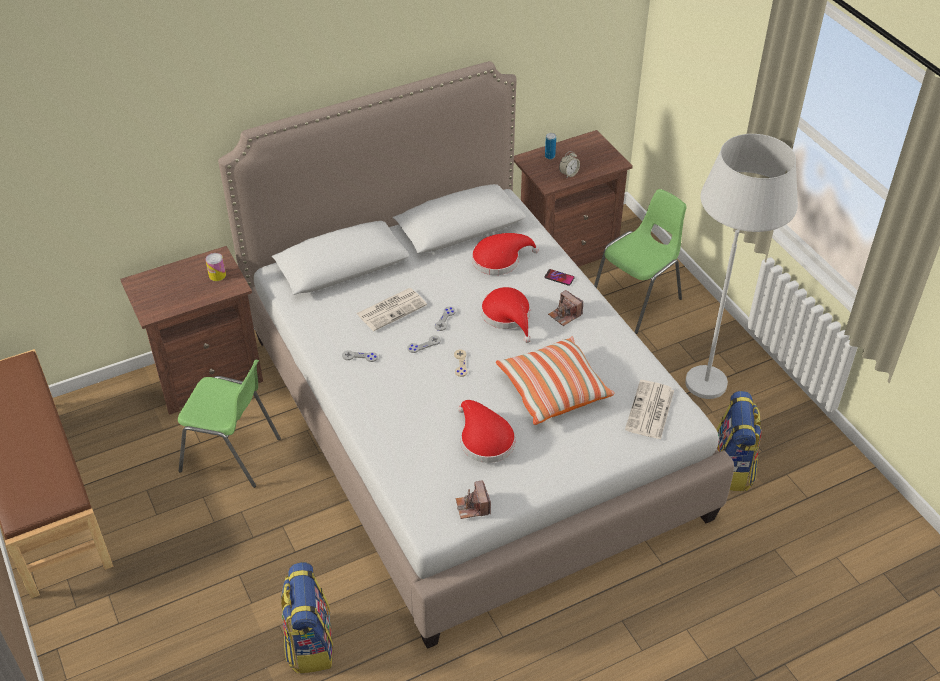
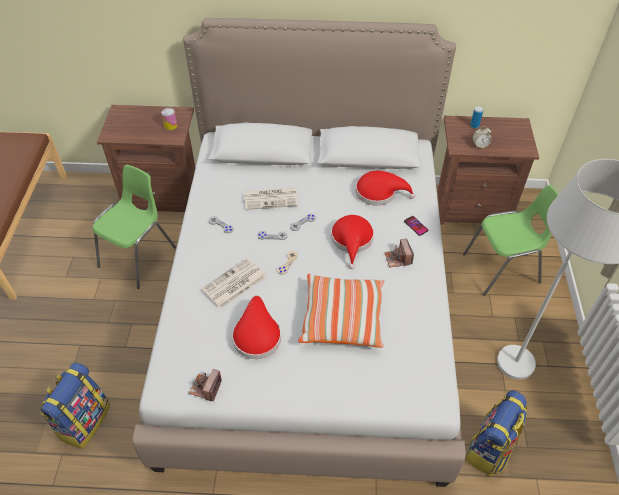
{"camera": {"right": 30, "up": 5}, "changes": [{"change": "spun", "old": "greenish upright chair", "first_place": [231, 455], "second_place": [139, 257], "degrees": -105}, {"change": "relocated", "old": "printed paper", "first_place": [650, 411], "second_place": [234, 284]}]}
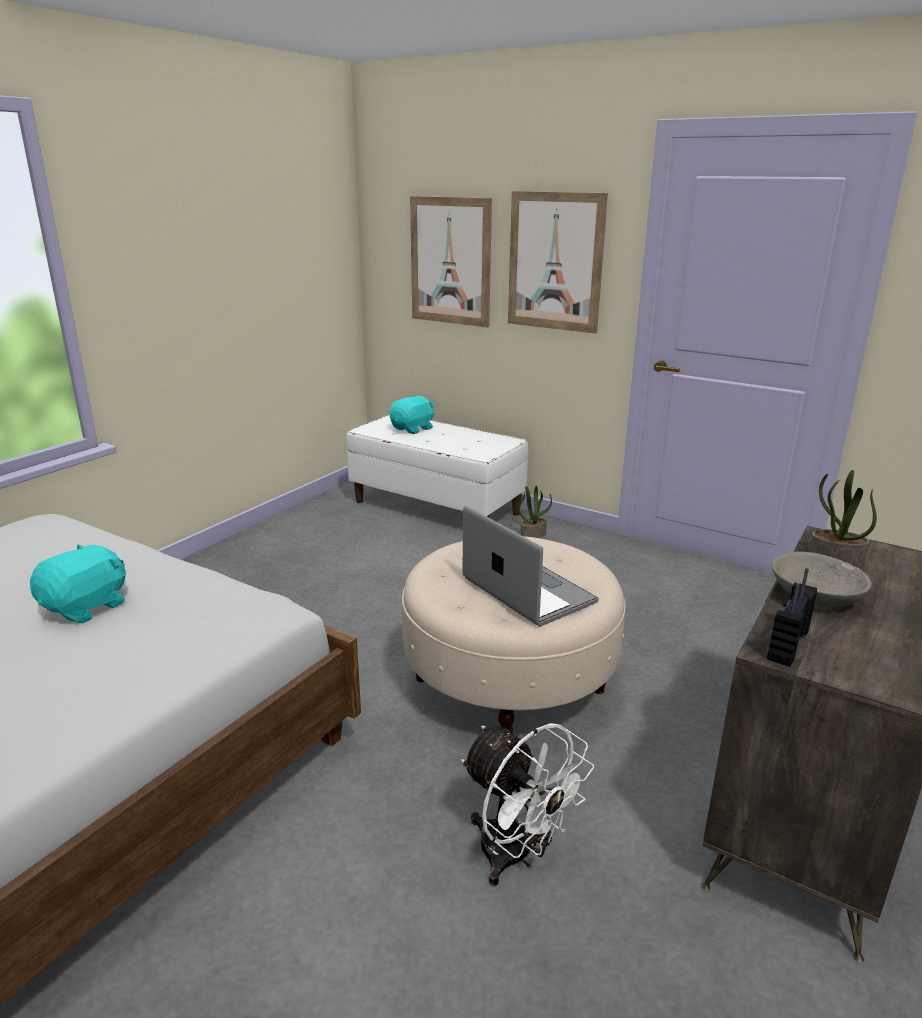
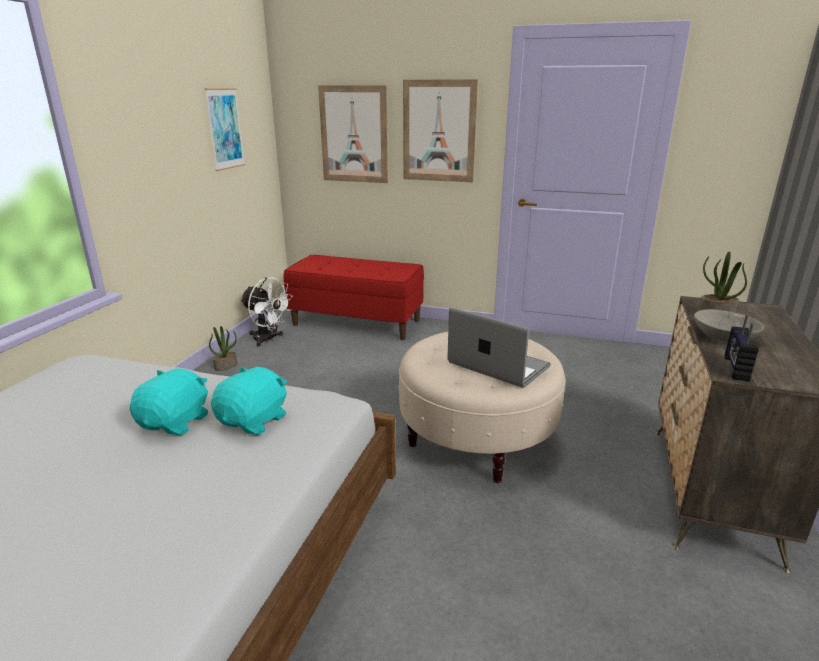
{"camera": {"right": -15, "up": 0}, "changes": [{"change": "colour", "old": "white-coloured bench", "new": "red bench", "first_place": [437, 507], "second_place": [357, 322]}, {"change": "relocated", "old": "turquoise cuddly toy", "first_place": [413, 429], "second_place": [254, 421]}, {"change": "relocated", "old": "white-coloured cooling fan", "first_place": [516, 856], "second_place": [268, 339]}, {"change": "relocated", "old": "plant in a pot", "first_place": [533, 534], "second_place": [226, 366]}, {"change": "appeared", "new": "wall picture", "second_place": [225, 129]}]}
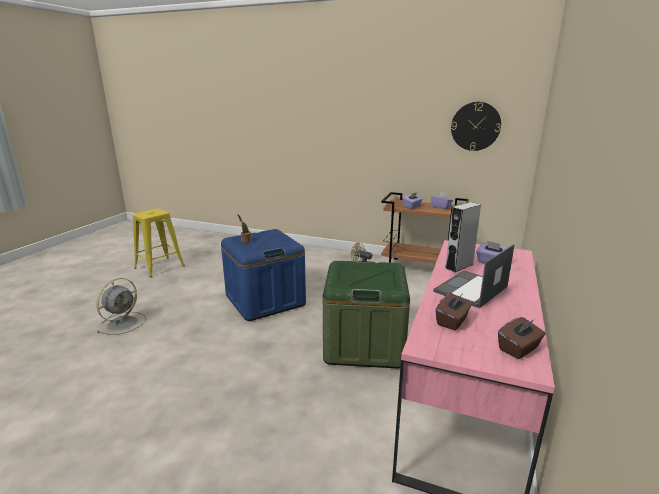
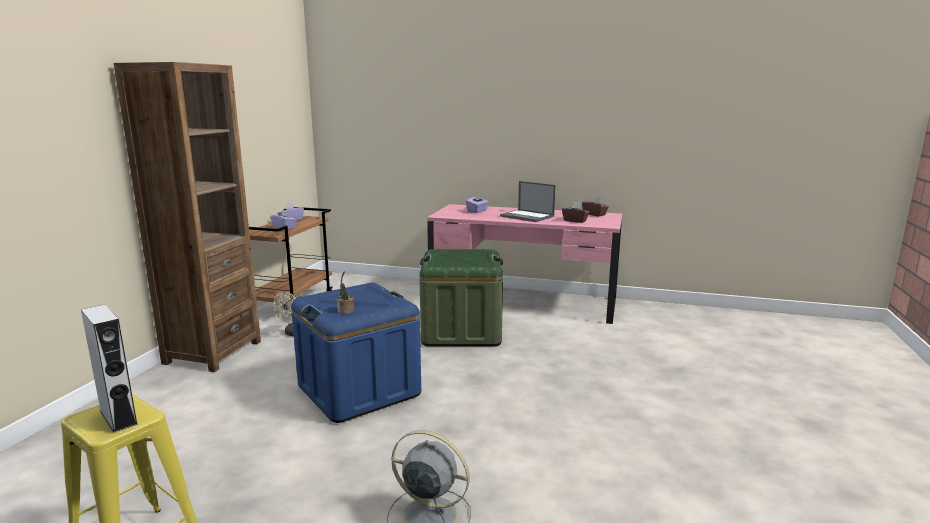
{"camera": {"right": -95, "up": -5}, "changes": [{"change": "relocated", "old": "greyish speaker", "first_place": [459, 266], "second_place": [118, 417]}, {"change": "missing", "old": "clock on the wall", "first_place": [475, 126]}, {"change": "appeared", "new": "brown shelving unit", "second_place": [213, 352]}]}
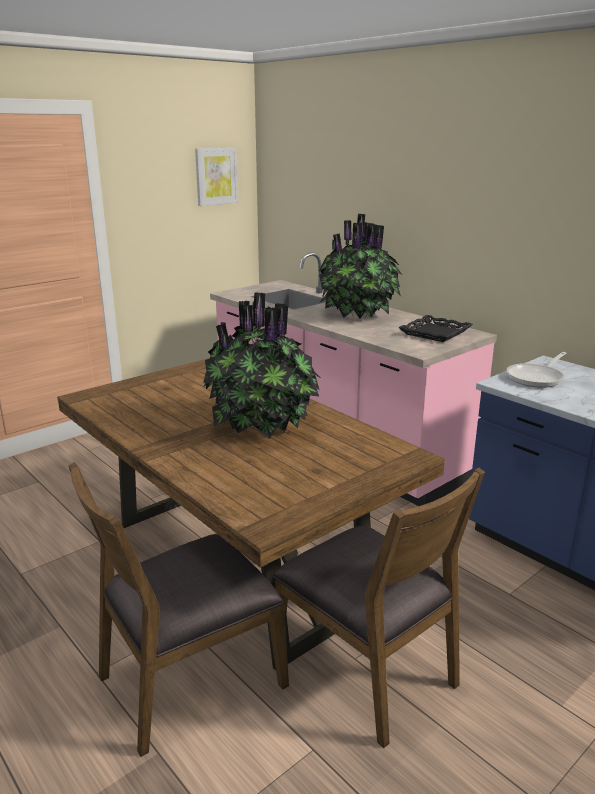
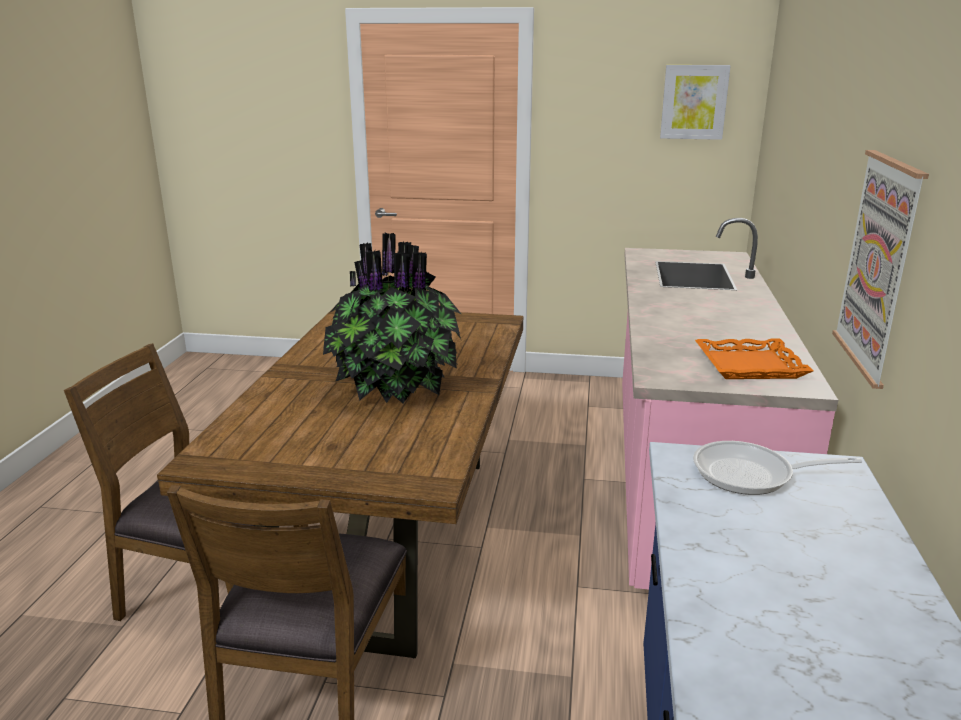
{"camera": {"right": 50, "up": 0}, "changes": [{"change": "missing", "old": "plant in a pot", "first_place": [358, 315]}, {"change": "colour", "old": "black-coloured serving tray", "new": "orange serving tray", "first_place": [435, 333], "second_place": [750, 366]}, {"change": "appeared", "new": "wall picture", "second_place": [878, 265]}]}
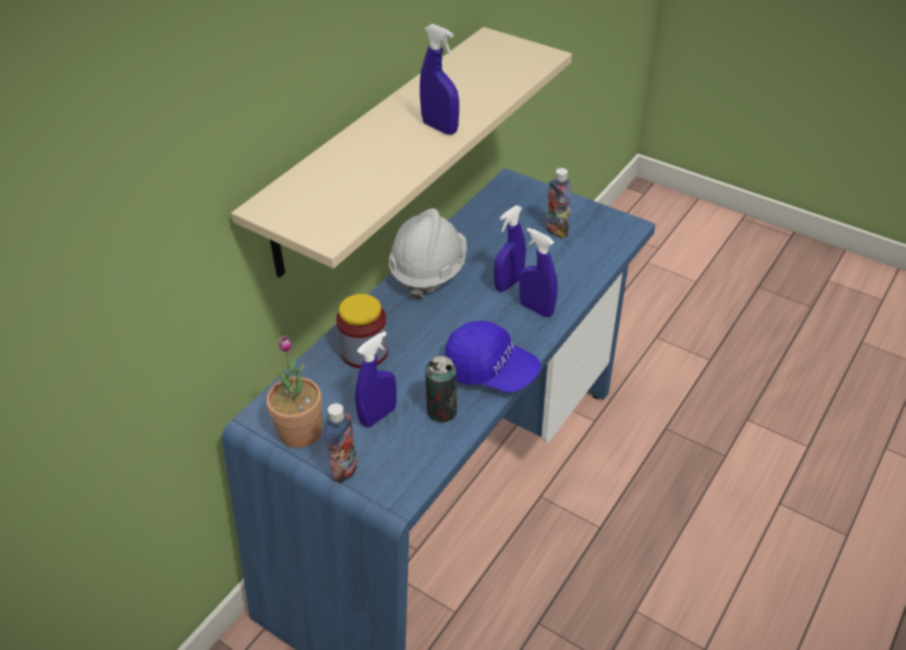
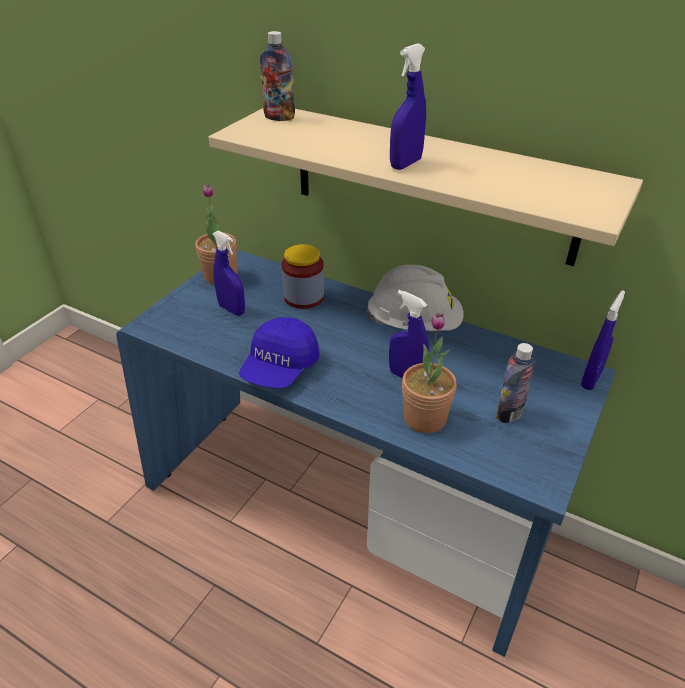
{"camera": {"right": 85, "up": -5}, "changes": [{"change": "relocated", "old": "bottle", "first_place": [344, 469], "second_place": [279, 117]}, {"change": "missing", "old": "sealed can", "first_place": [441, 411]}, {"change": "relocated", "old": "blue sprayer", "first_place": [536, 309], "second_place": [591, 380]}, {"change": "appeared", "new": "plant in a pot", "second_place": [425, 418]}]}
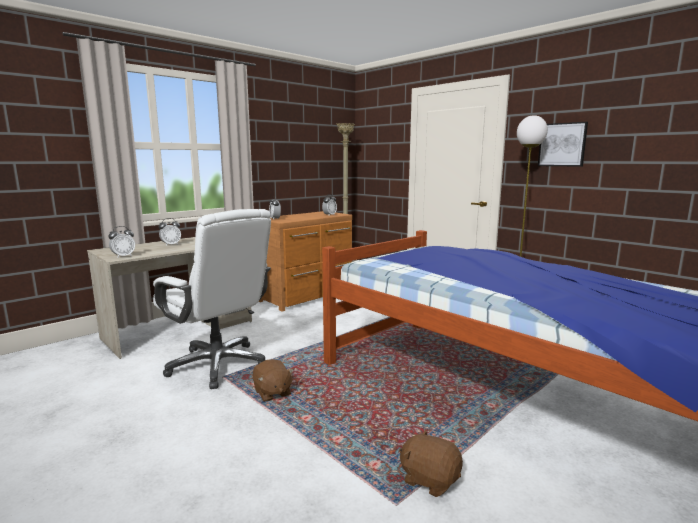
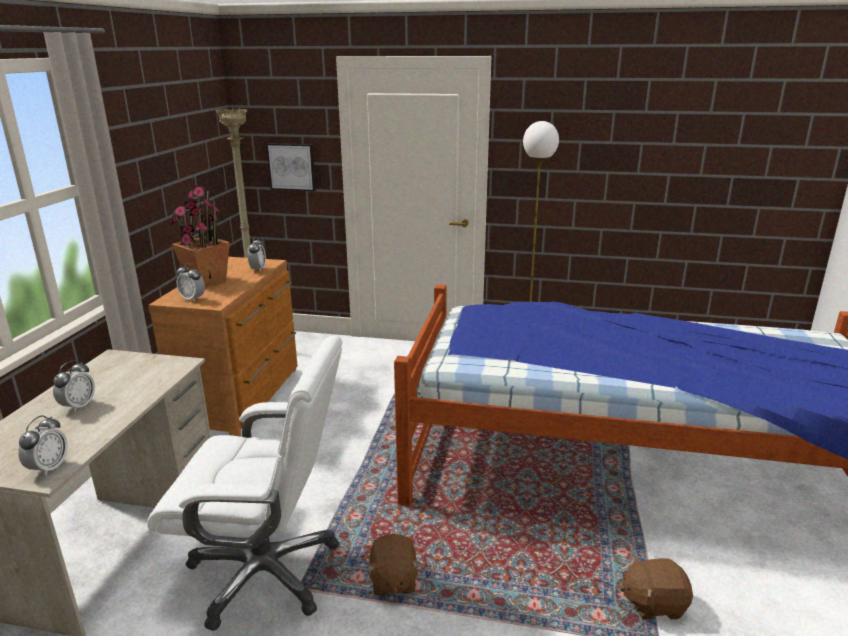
{"camera": {"right": -35, "up": 10}, "changes": [{"change": "spun", "old": "brown cuddly toy", "first_place": [272, 393], "second_place": [393, 580], "degrees": 60}, {"change": "relocated", "old": "wall picture", "first_place": [562, 144], "second_place": [292, 166]}, {"change": "appeared", "new": "plant in a pot", "second_place": [206, 282]}]}
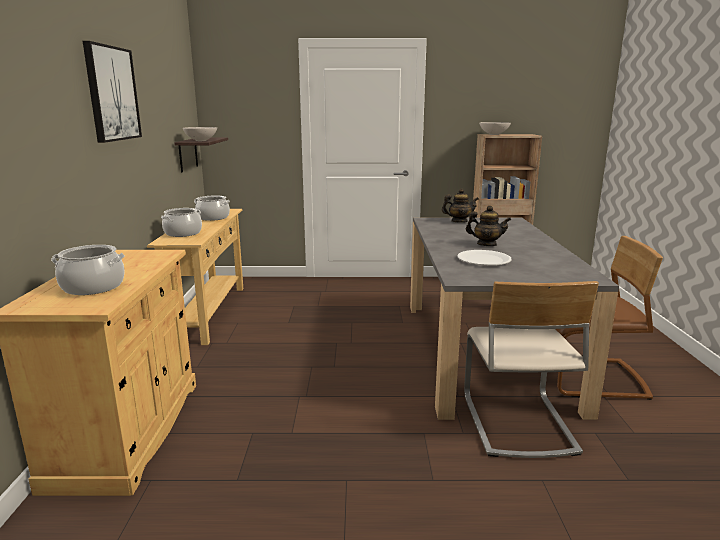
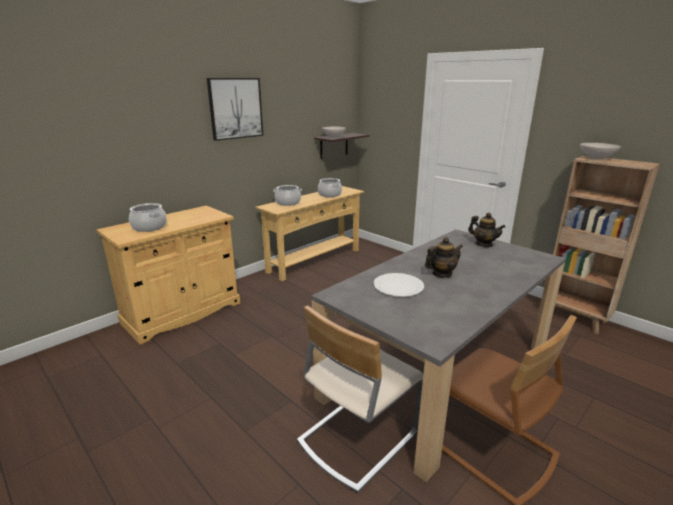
{"camera": {"right": 45, "up": 5}, "changes": [{"change": "spun", "old": "teapot", "first_place": [486, 244], "second_place": [441, 274], "degrees": -90}]}
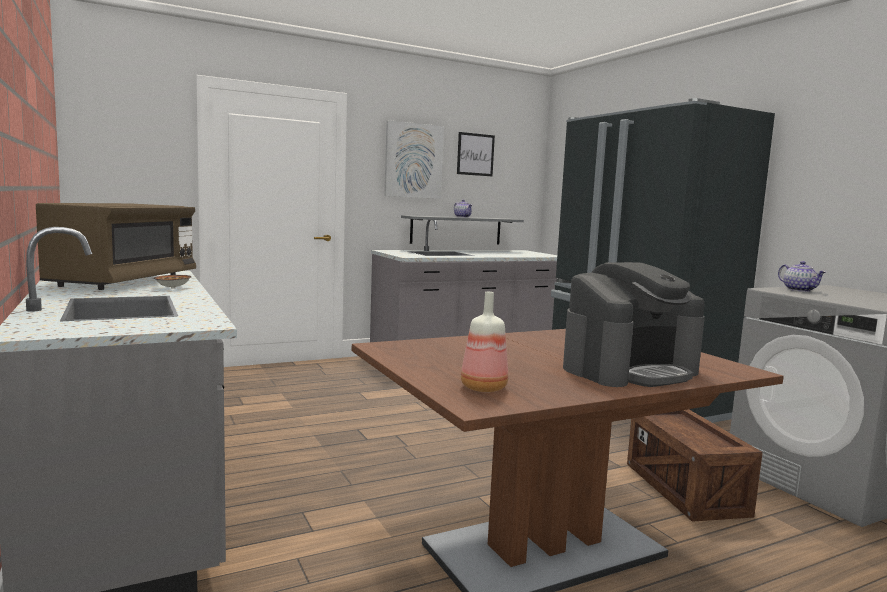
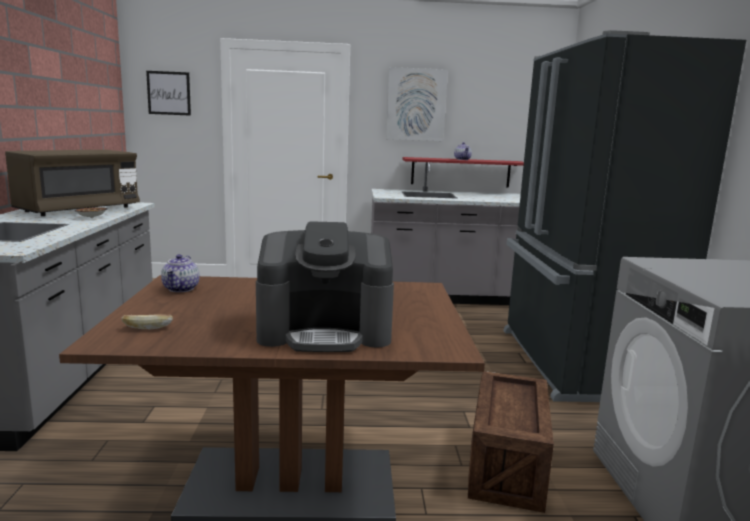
{"camera": {"right": 25, "up": 5}, "changes": [{"change": "colour", "old": "greyish wall shelf", "new": "red wall shelf", "first_place": [456, 230], "second_place": [460, 172]}, {"change": "relocated", "old": "wall picture", "first_place": [475, 154], "second_place": [169, 93]}, {"change": "exchanged", "old": "bottle", "new": "baked bread", "first_place": [483, 388], "second_place": [147, 328]}, {"change": "relocated", "old": "teapot", "first_place": [799, 290], "second_place": [181, 289]}]}
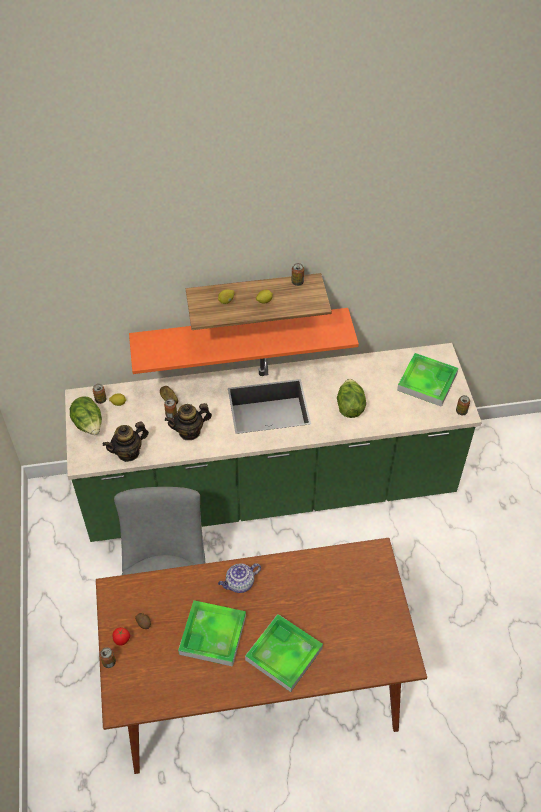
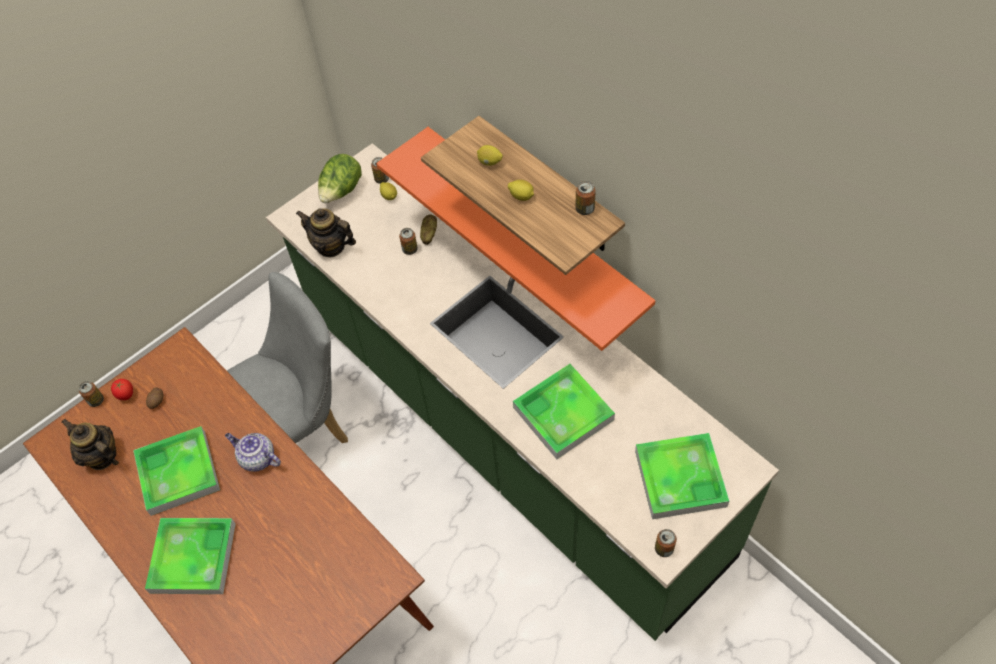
{"camera": {"right": 60, "up": 5}, "changes": [{"change": "relocated", "old": "teapot", "first_place": [190, 431], "second_place": [101, 456]}, {"change": "exchanged", "old": "lettuce", "new": "serving tray", "first_place": [349, 407], "second_place": [563, 413]}]}
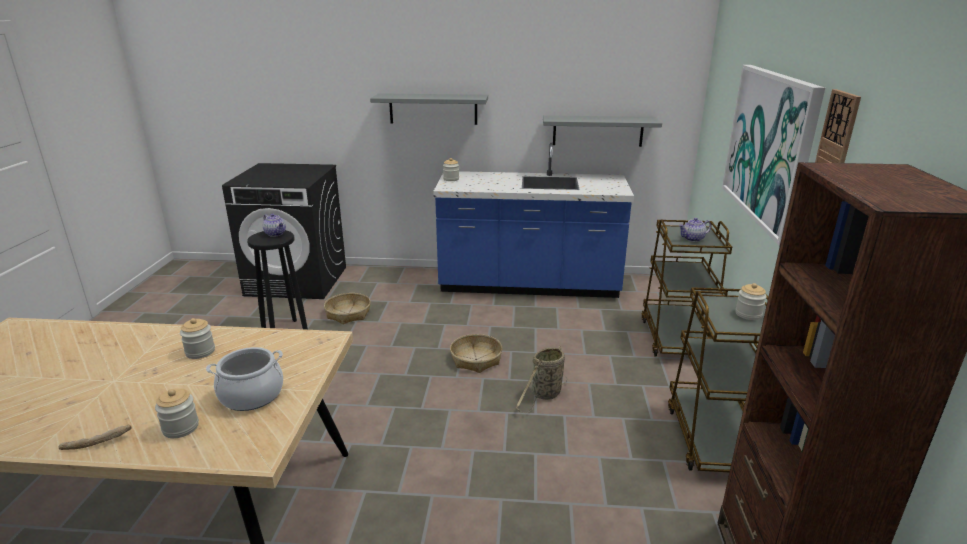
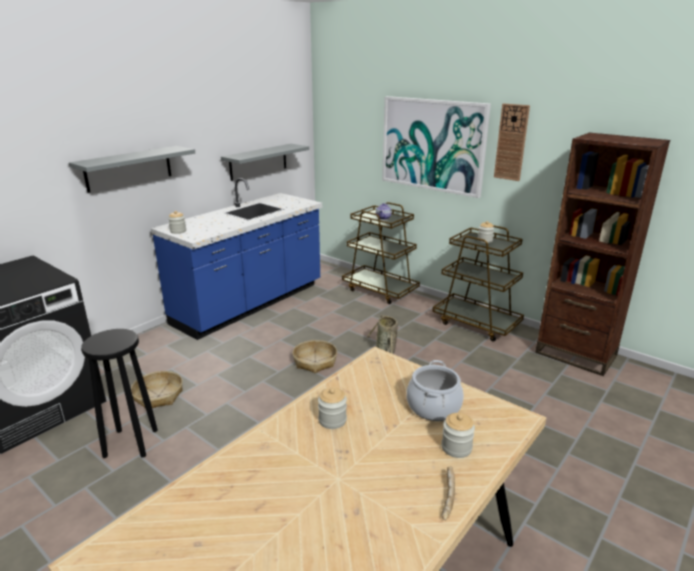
{"camera": {"right": -55, "up": 0}, "changes": [{"change": "missing", "old": "teapot", "first_place": [276, 234]}]}
